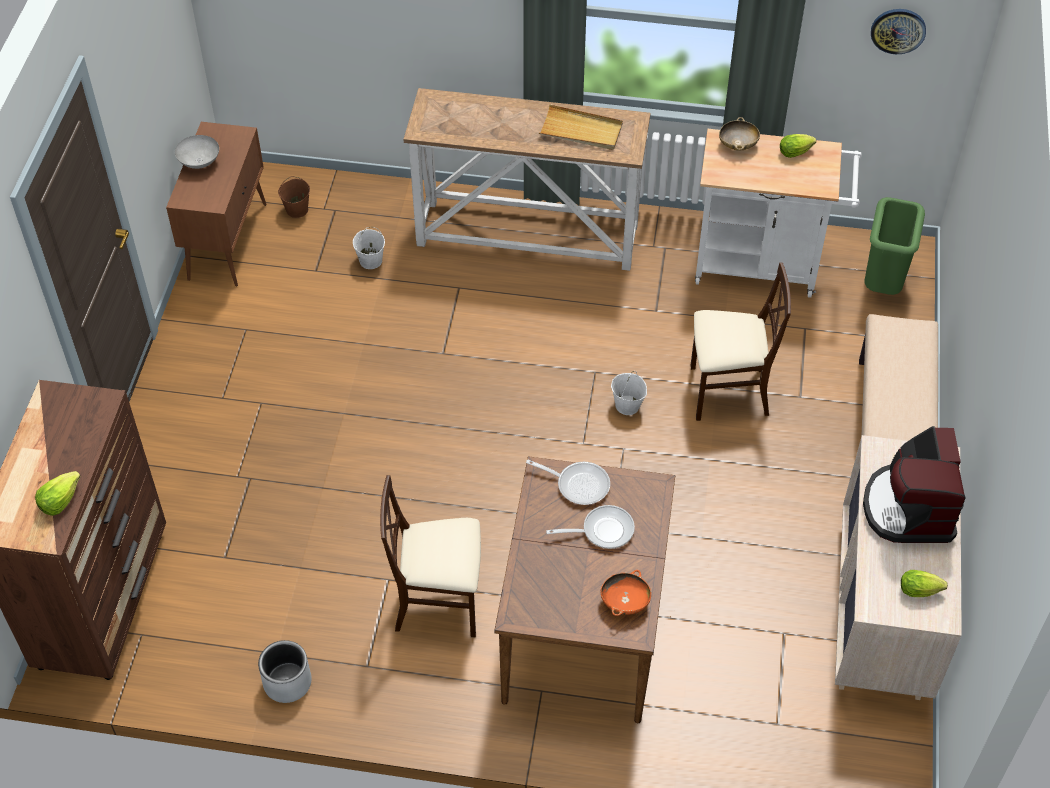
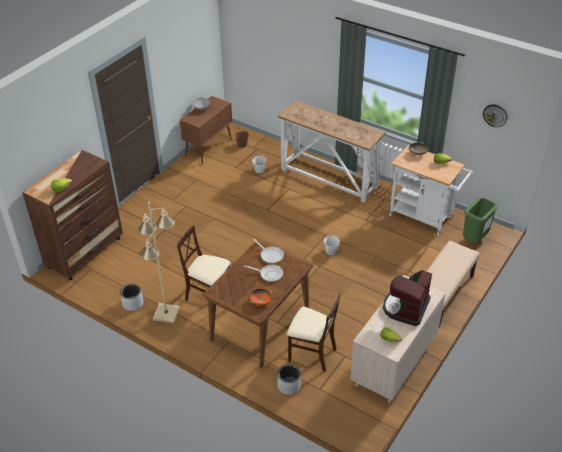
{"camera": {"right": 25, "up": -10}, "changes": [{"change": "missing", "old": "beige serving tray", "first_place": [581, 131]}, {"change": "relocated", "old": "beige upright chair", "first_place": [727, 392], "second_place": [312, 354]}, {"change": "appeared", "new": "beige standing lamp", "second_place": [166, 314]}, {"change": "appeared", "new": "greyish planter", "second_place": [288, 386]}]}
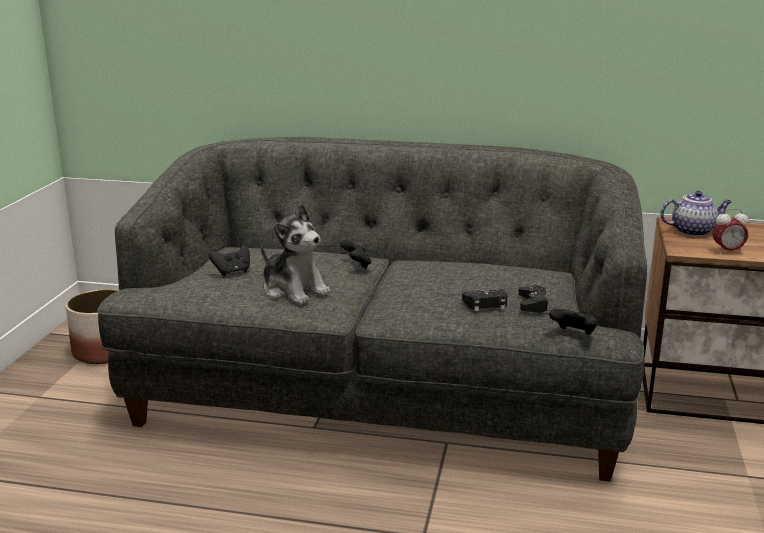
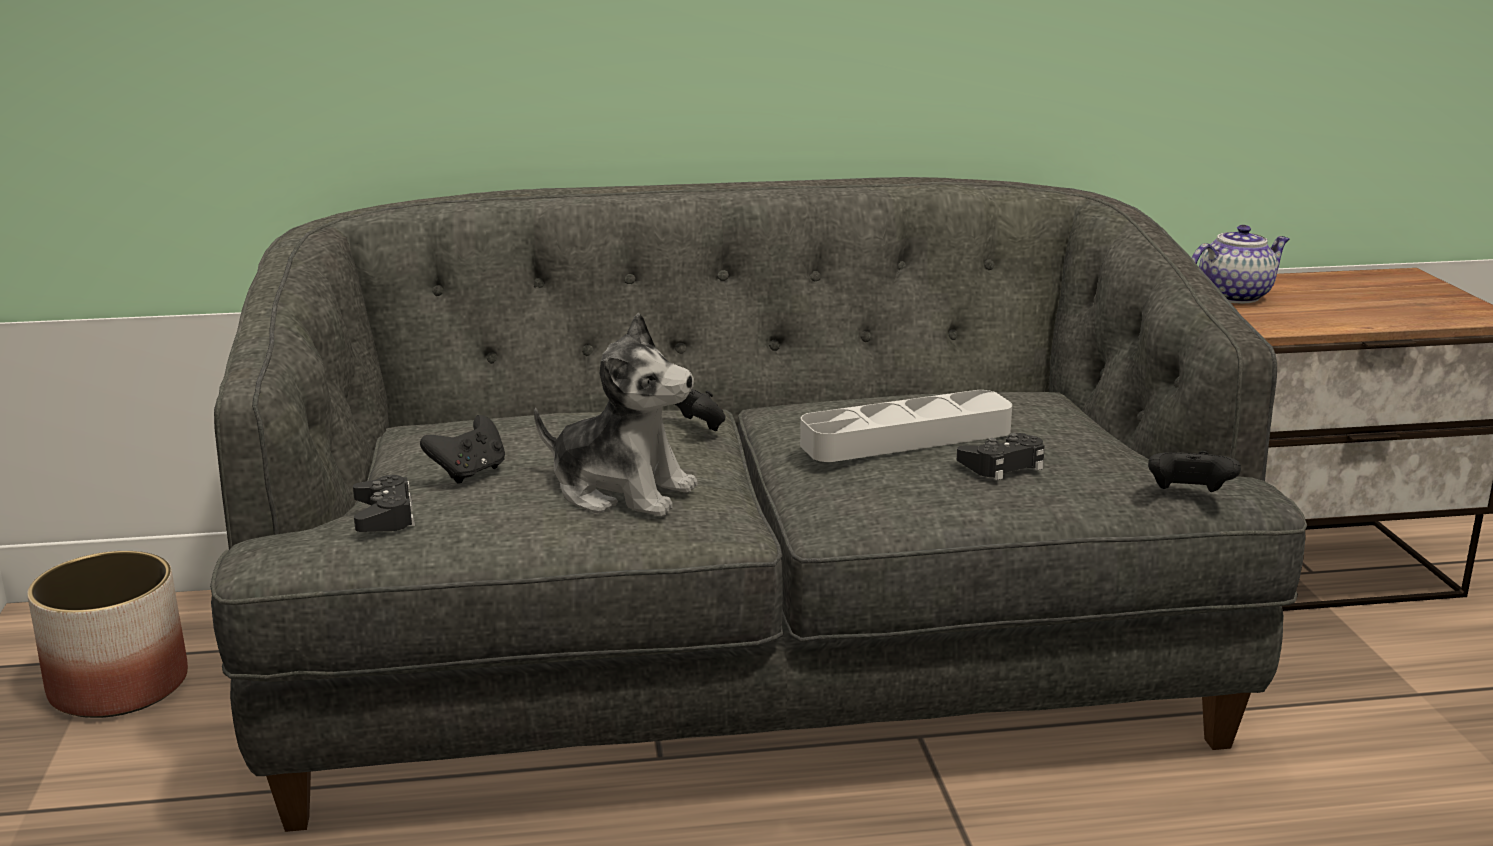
{"camera": {"right": -20, "up": 0}, "changes": [{"change": "relocated", "old": "black-coloured gamepad", "first_place": [533, 304], "second_place": [384, 515]}, {"change": "missing", "old": "alarm clock", "first_place": [727, 251]}, {"change": "appeared", "new": "greyish serving tray", "second_place": [906, 438]}]}
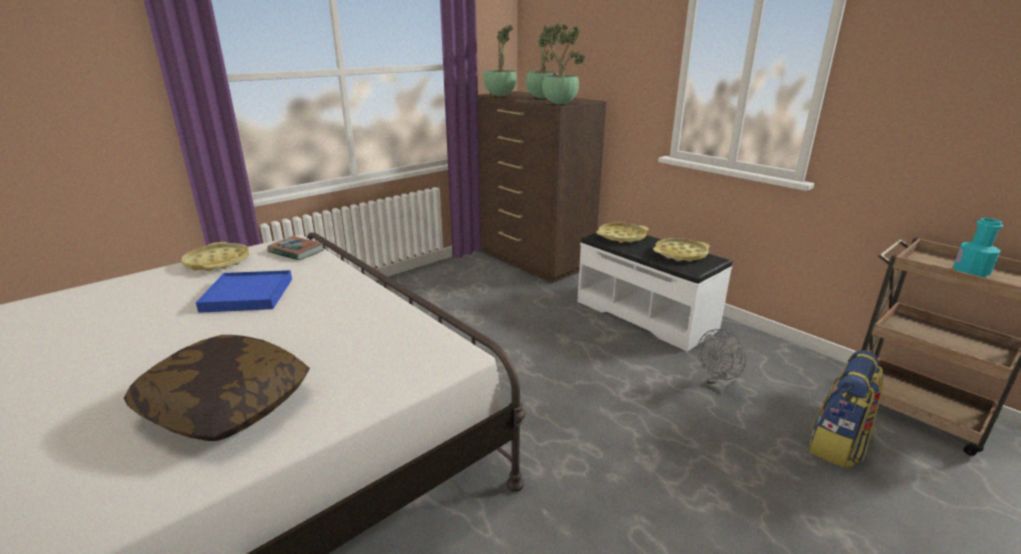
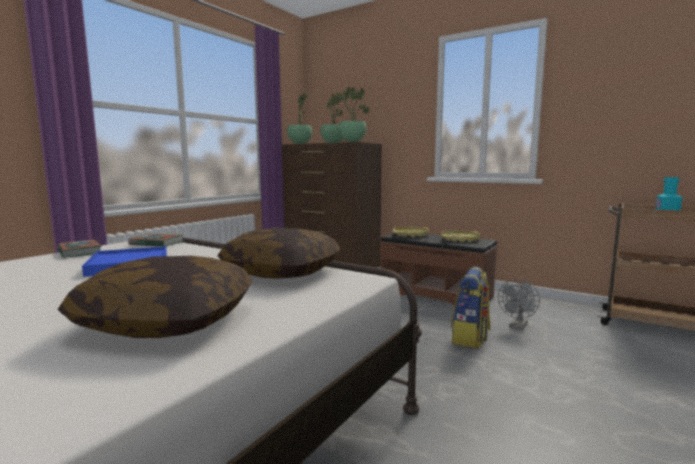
{"camera": {"right": -15, "up": -15}, "changes": [{"change": "exchanged", "old": "yellowish serving tray", "new": "volume", "first_place": [217, 262], "second_place": [79, 252]}, {"change": "colour", "old": "white-coloured bench", "new": "brown bench", "first_place": [645, 314], "second_place": [436, 294]}, {"change": "relocated", "old": "backpack", "first_place": [837, 445], "second_place": [470, 338]}, {"change": "appeared", "new": "throw pillow", "second_place": [281, 272]}]}
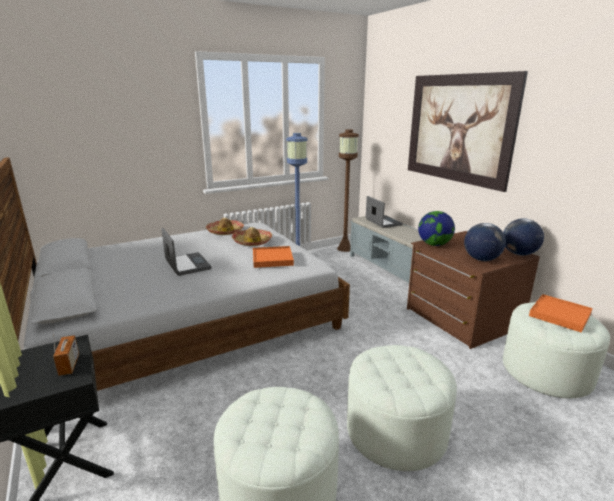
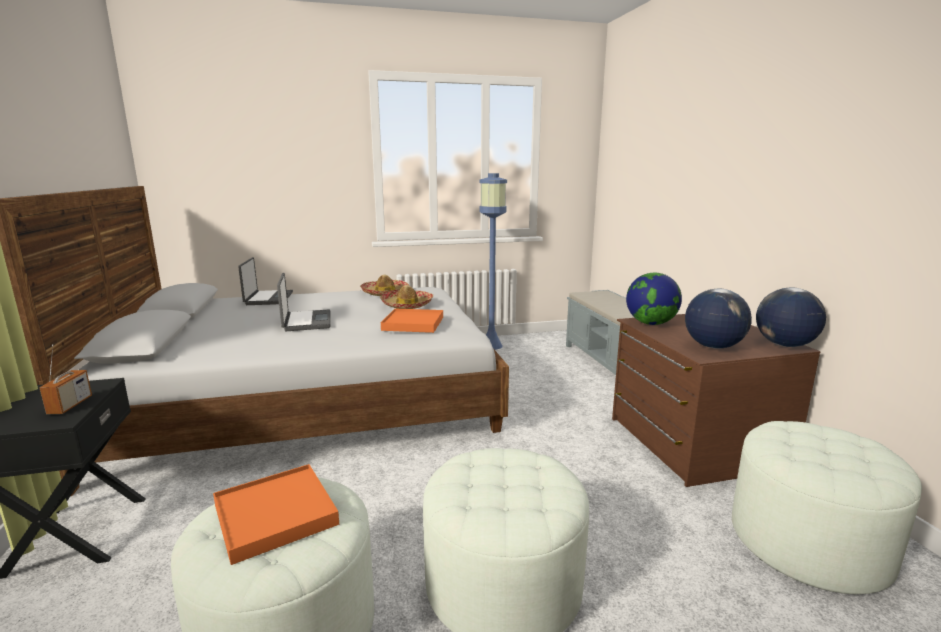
{"camera": {"right": 15, "up": -5}, "changes": [{"change": "missing", "old": "brown standing lamp", "first_place": [345, 248]}, {"change": "relocated", "old": "portable computer", "first_place": [382, 222], "second_place": [268, 299]}, {"change": "missing", "old": "wall picture", "first_place": [458, 129]}, {"change": "relocated", "old": "orange serving tray", "first_place": [559, 315], "second_place": [275, 514]}]}
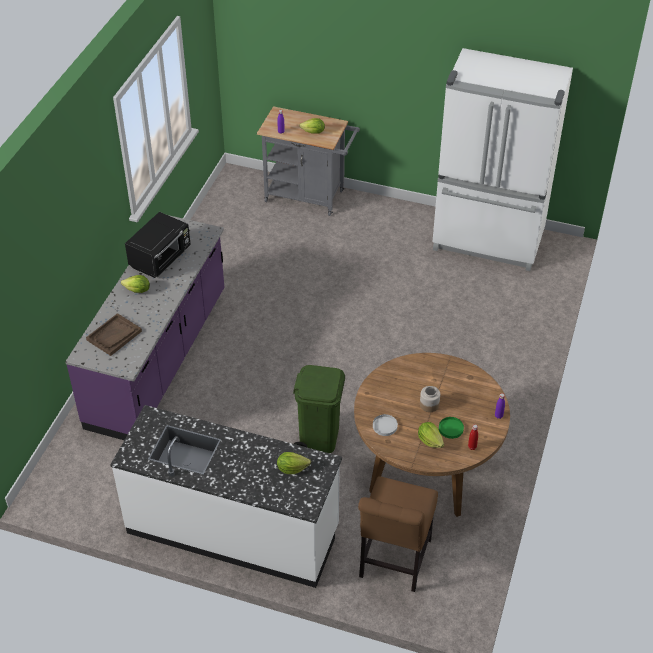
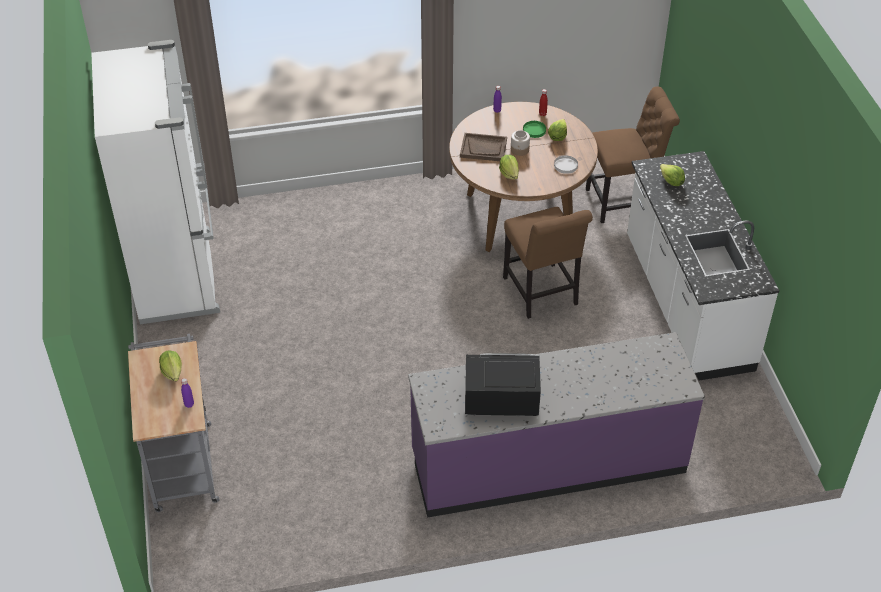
{"camera": {"right": -120, "up": 0}, "changes": [{"change": "relocated", "old": "brown serving tray", "first_place": [114, 336], "second_place": [483, 148]}, {"change": "relocated", "old": "lettuce", "first_place": [137, 290], "second_place": [509, 174]}, {"change": "exchanged", "old": "greenish trash can", "new": "brown upright chair", "first_place": [319, 436], "second_place": [542, 294]}]}
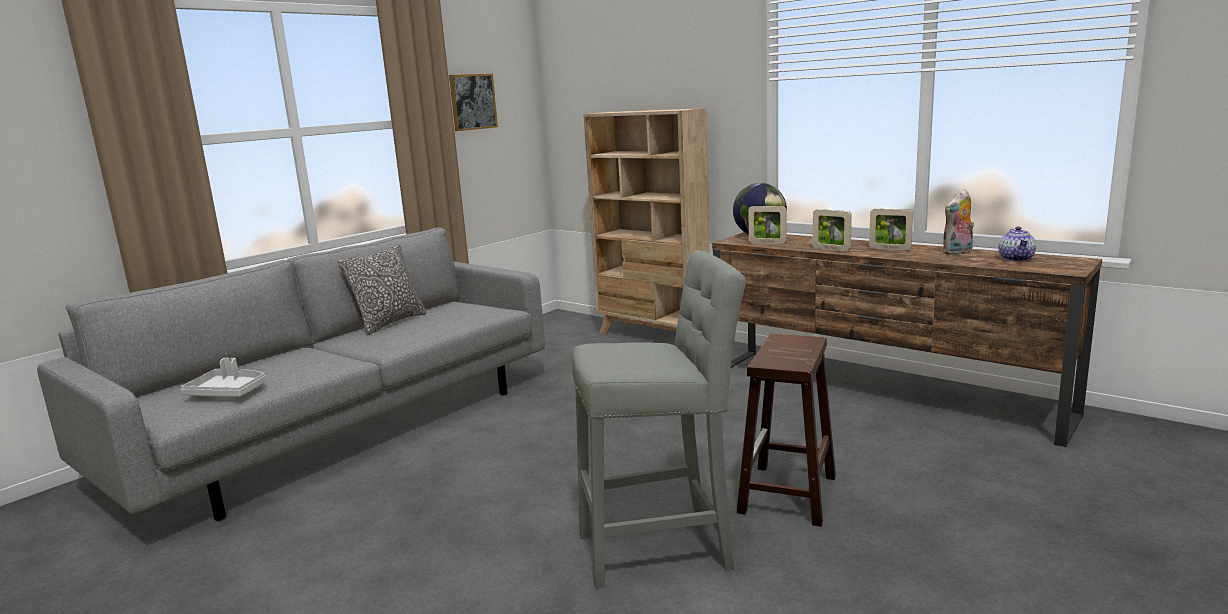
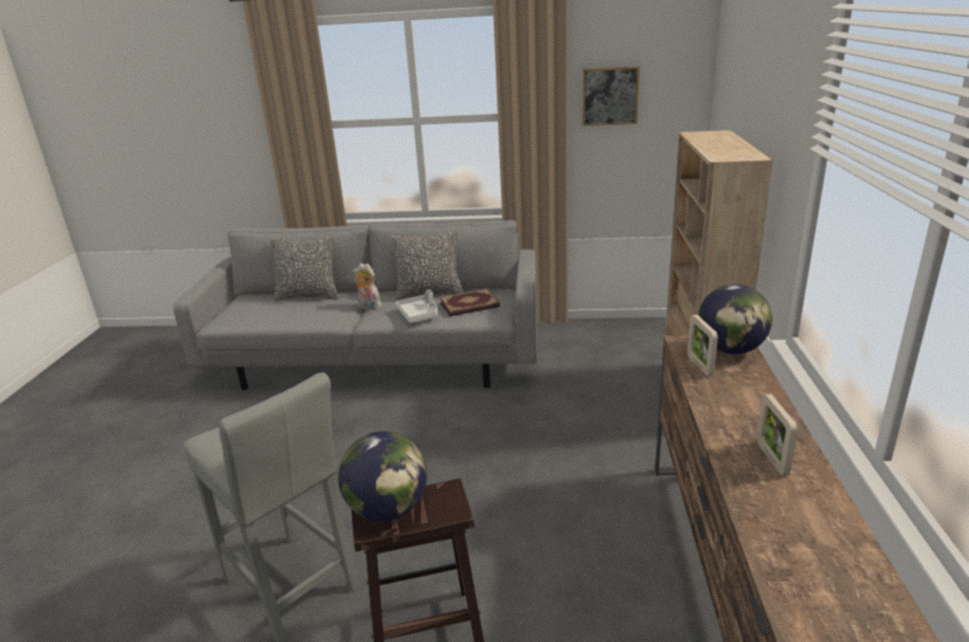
{"camera": {"right": 55, "up": 10}, "changes": [{"change": "relocated", "old": "greyish serving tray", "first_place": [228, 392], "second_place": [419, 314]}, {"change": "missing", "old": "picture frame", "first_place": [831, 249]}, {"change": "relocated", "old": "cuddly toy", "first_place": [958, 253], "second_place": [368, 307]}, {"change": "missing", "old": "teapot", "first_place": [1016, 259]}, {"change": "appeared", "new": "throw pillow", "second_place": [308, 296]}, {"change": "appeared", "new": "world globe", "second_place": [388, 509]}, {"change": "appeared", "new": "volume", "second_place": [469, 305]}]}
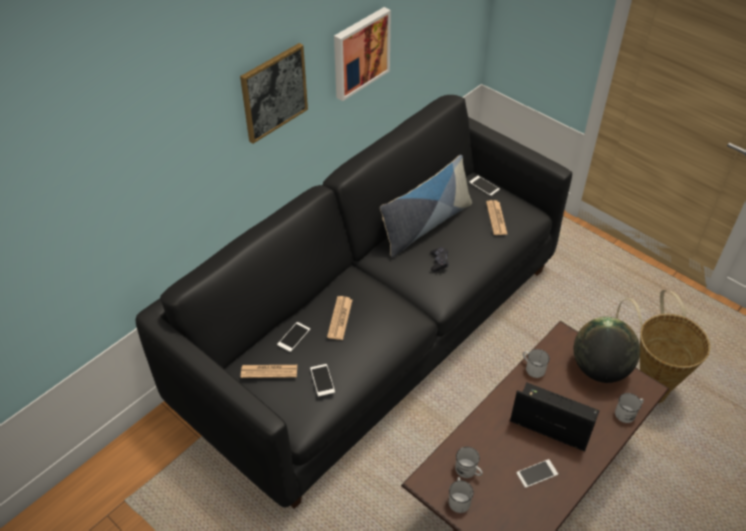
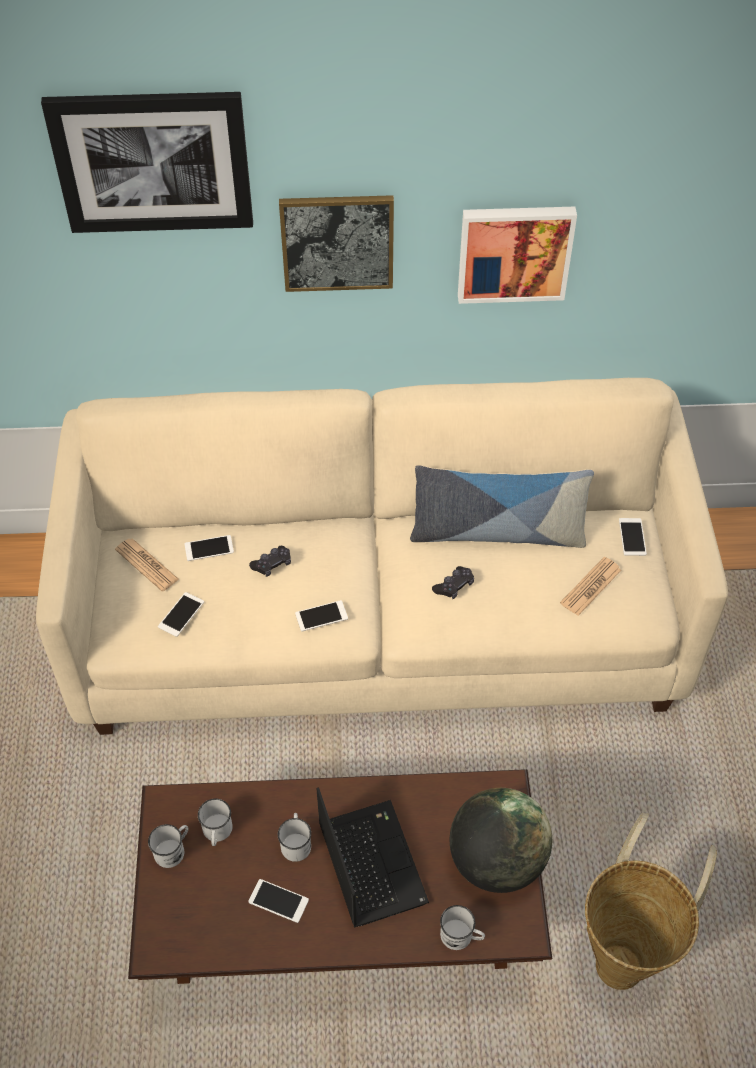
{"camera": {"right": 45, "up": 5}, "changes": [{"change": "colour", "old": "black-coloured sofa", "new": "beige sofa", "first_place": [373, 334], "second_place": [379, 624]}, {"change": "exchanged", "old": "printed paper", "new": "black-coloured gamepad", "first_place": [340, 318], "second_place": [272, 564]}, {"change": "relocated", "old": "white-coloured coffee mug", "first_place": [532, 368], "second_place": [296, 842]}, {"change": "appeared", "new": "wall picture", "second_place": [152, 162]}, {"change": "appeared", "new": "telephone", "second_place": [321, 616]}]}
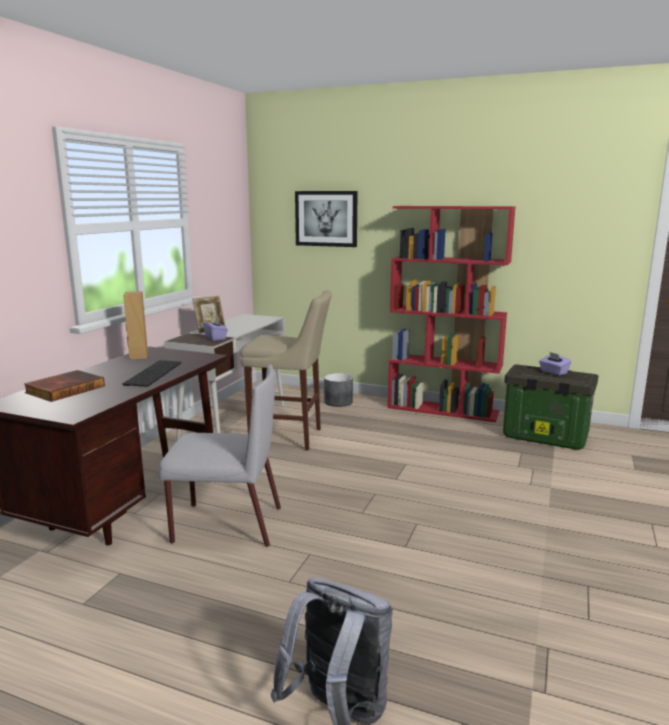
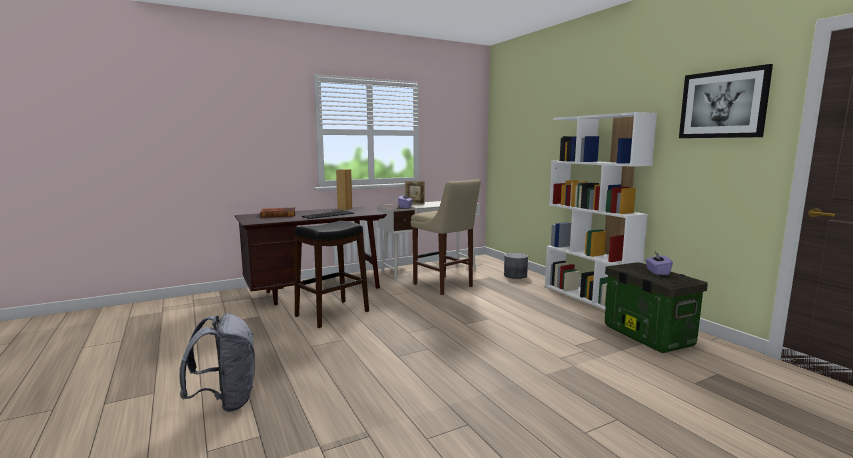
{"camera": {"right": 40, "up": -5}, "changes": [{"change": "exchanged", "old": "greyish upright chair", "new": "black-coloured stool seat", "first_place": [225, 525], "second_place": [332, 314]}, {"change": "relocated", "old": "wall picture", "first_place": [326, 218], "second_place": [722, 104]}, {"change": "colour", "old": "red shelving unit", "new": "white-coloured shelving unit", "first_place": [443, 410], "second_place": [589, 297]}]}
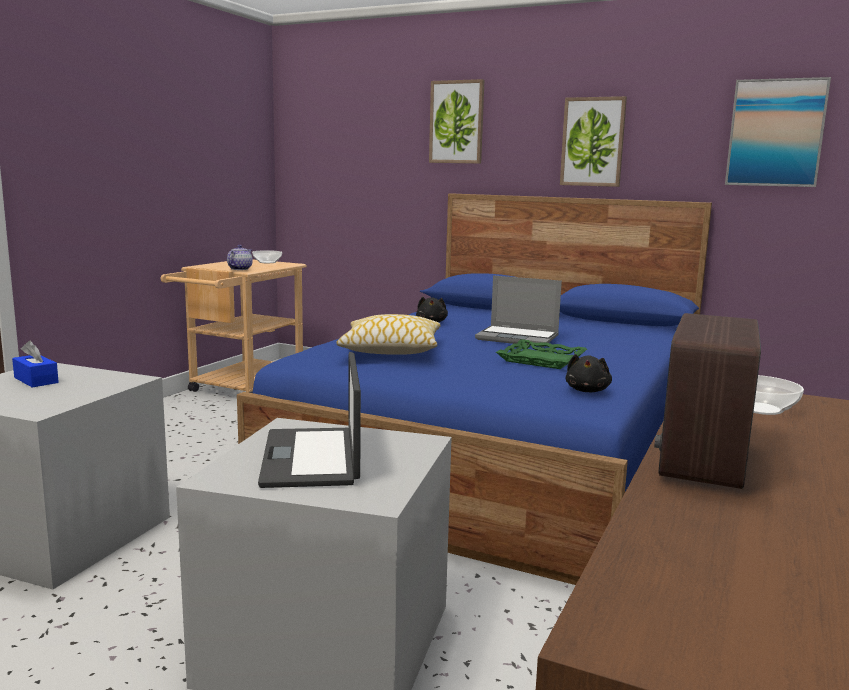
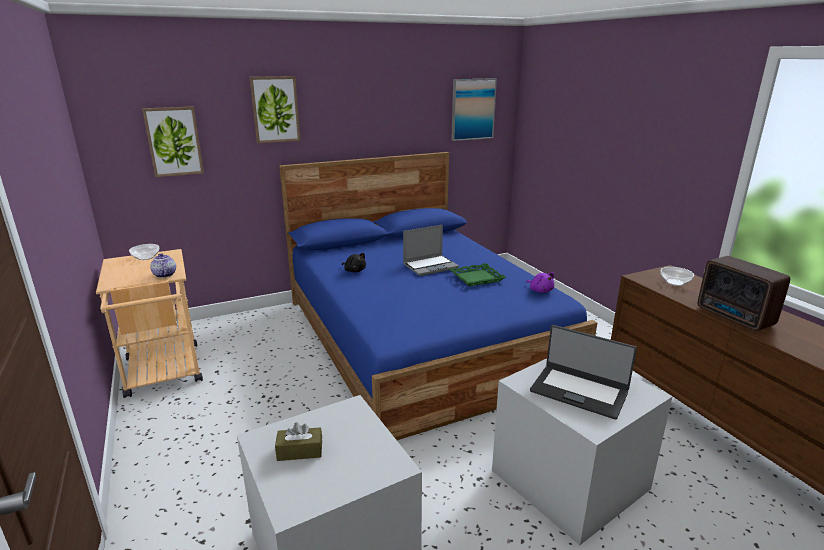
{"camera": {"right": -50, "up": 10}, "changes": [{"change": "colour", "old": "blue box of tissues", "new": "brown box of tissues", "first_place": [36, 380], "second_place": [300, 451]}, {"change": "missing", "old": "throw pillow", "first_place": [390, 349]}, {"change": "relocated", "old": "wall picture", "first_place": [593, 142], "second_place": [174, 141]}, {"change": "colour", "old": "black-coloured cuddly toy", "new": "purple-coloured cuddly toy", "first_place": [587, 390], "second_place": [540, 290]}]}
